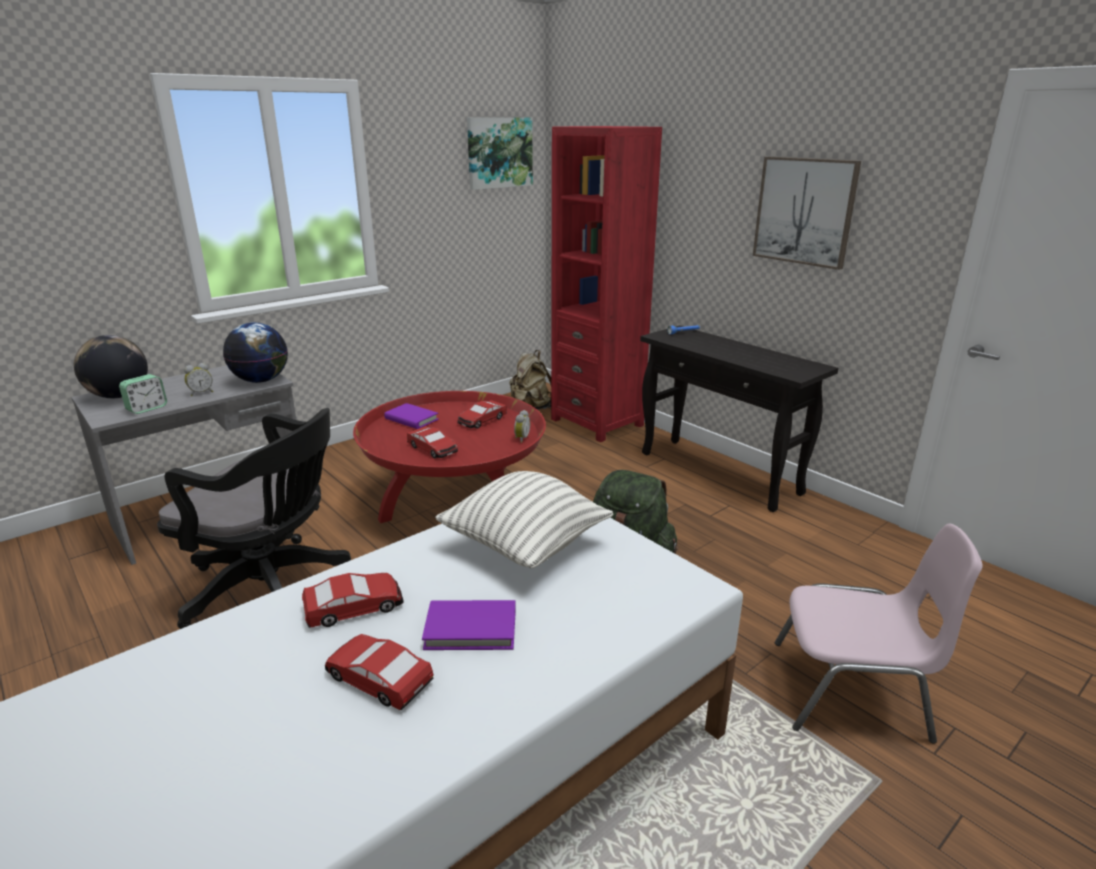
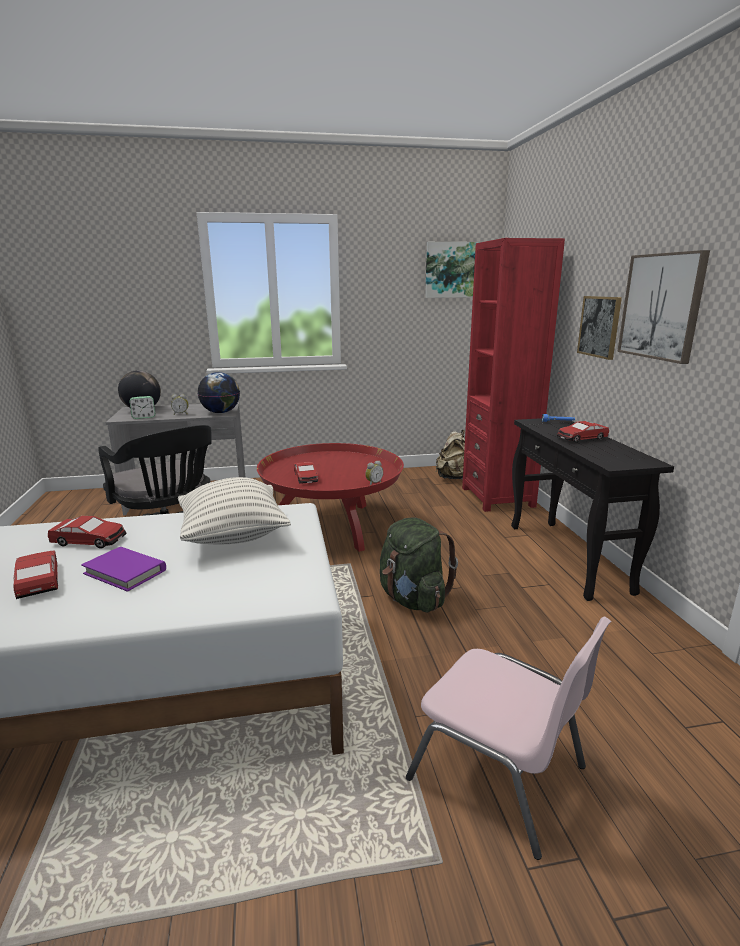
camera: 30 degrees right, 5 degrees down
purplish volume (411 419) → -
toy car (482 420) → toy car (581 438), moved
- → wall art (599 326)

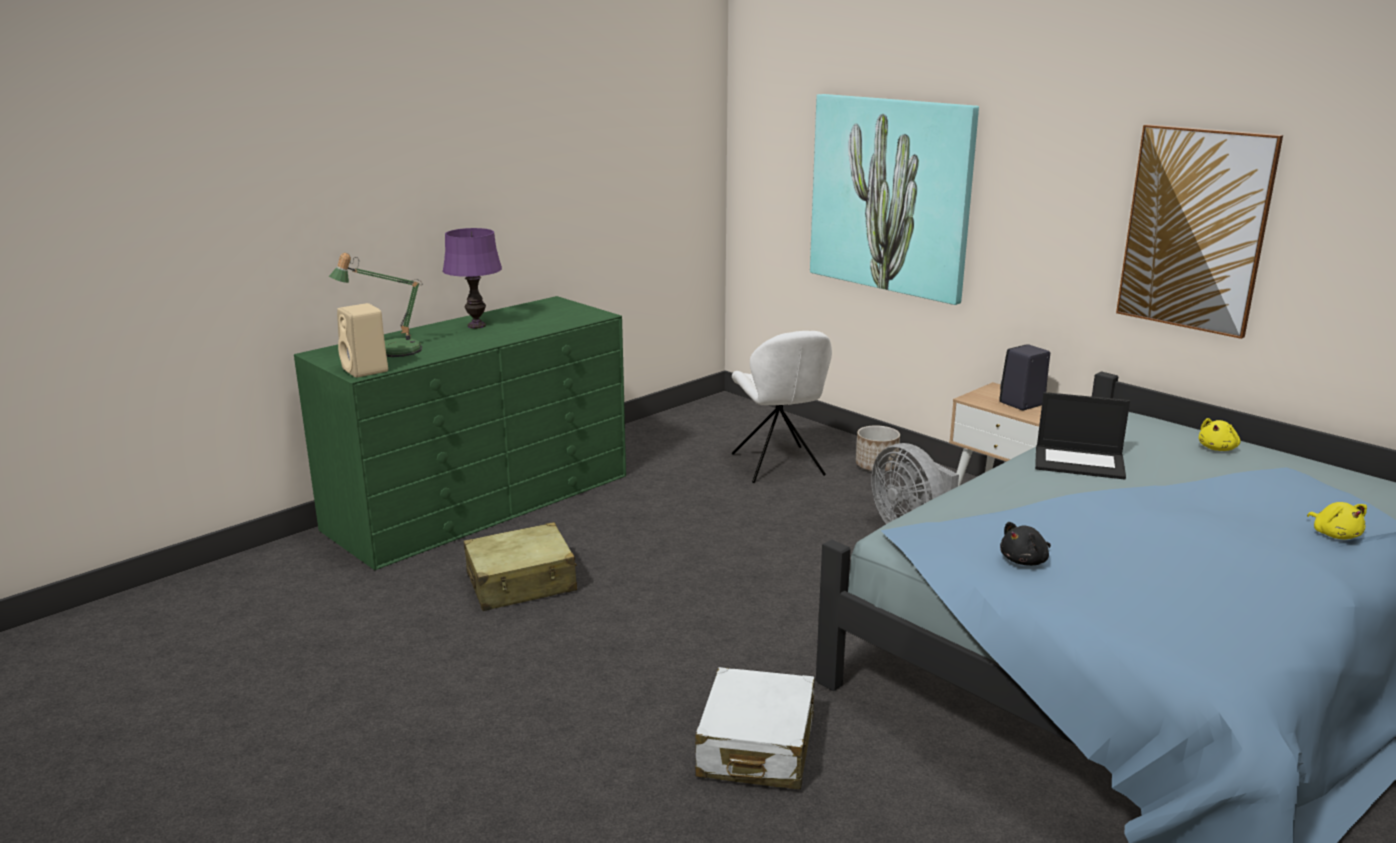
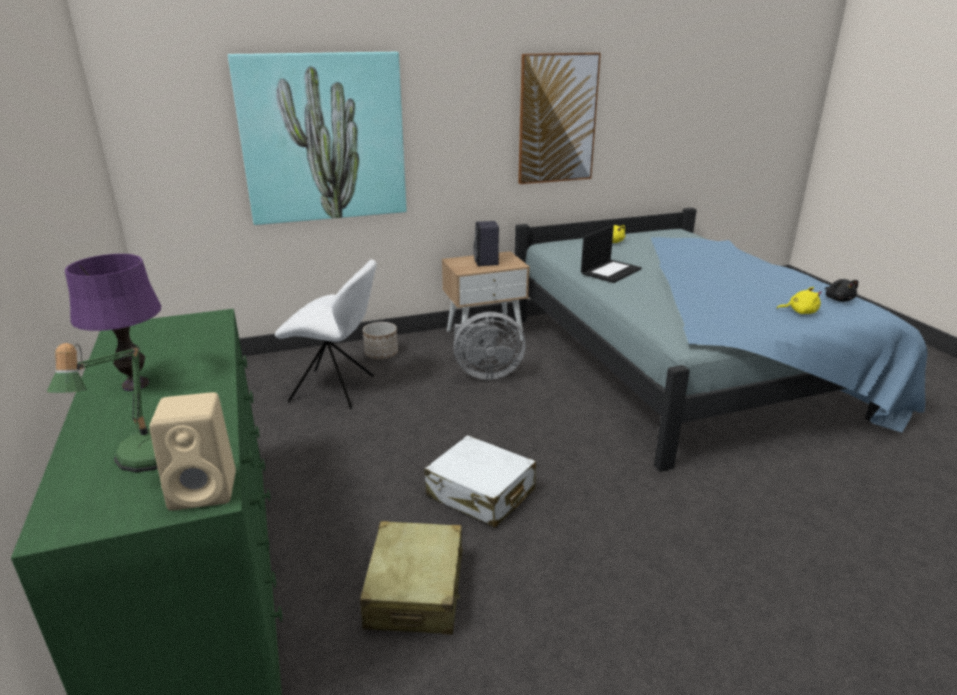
camera: 65 degrees left, 5 degrees up
whitish piece of luggage (756 747) → whitish piece of luggage (481 494), moved
black soft toy (1025 561) → black soft toy (838 299), moved
yellow soft toy (1334 535) → yellow soft toy (800 312), moved

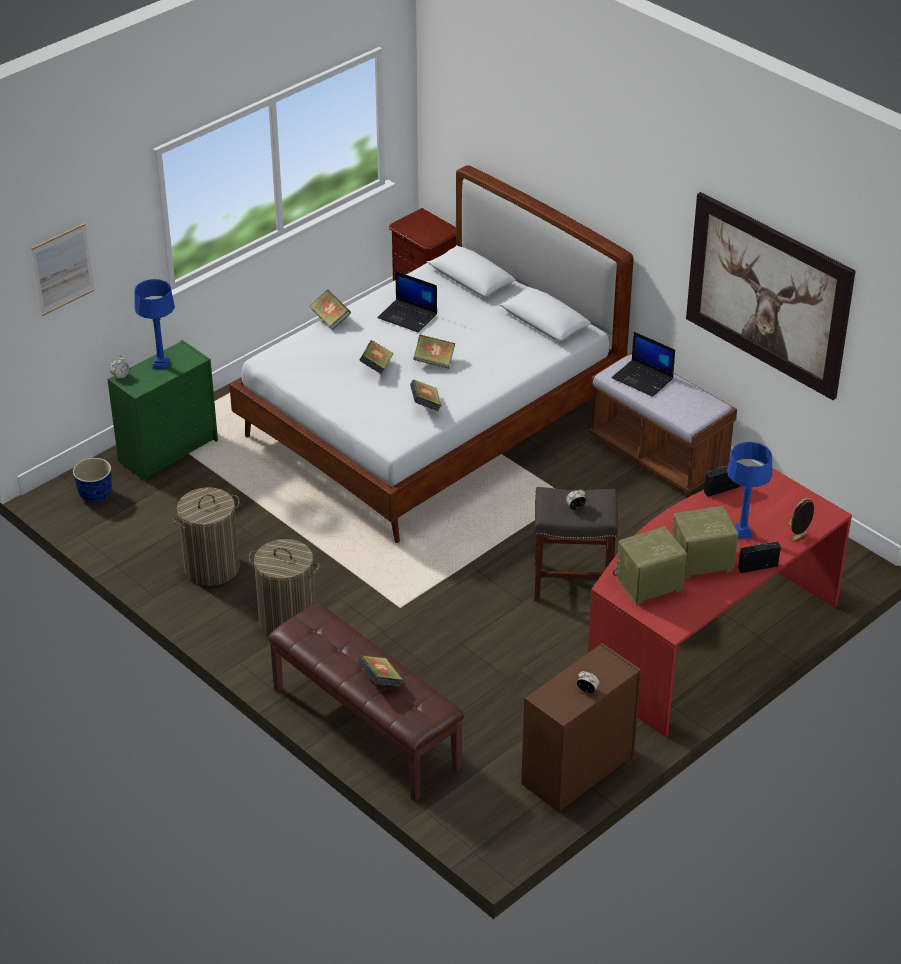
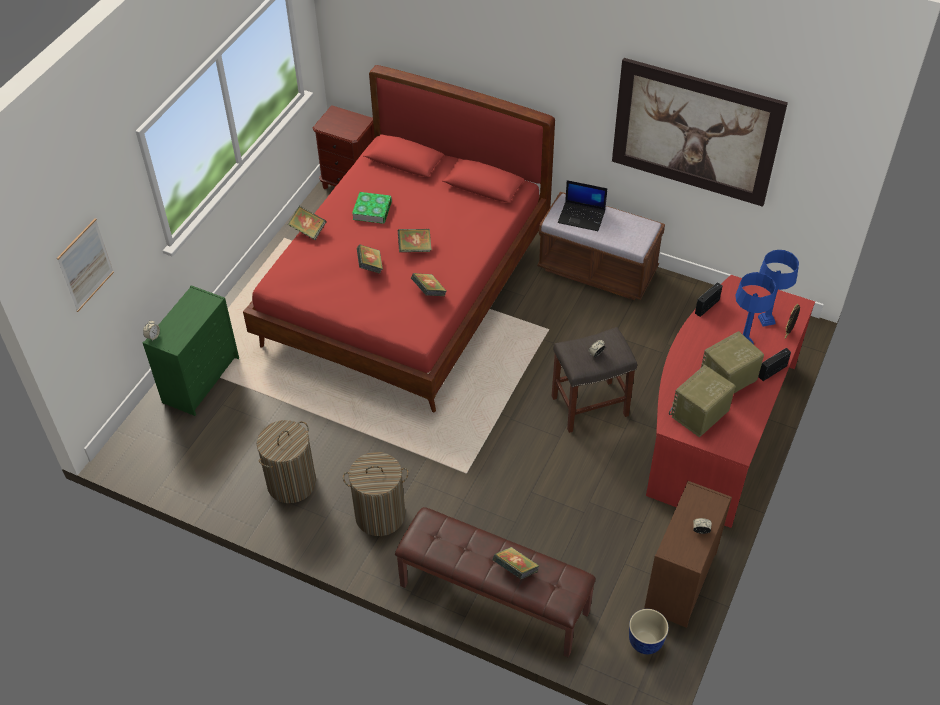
camera: 20 degrees left, 10 degrees up
flower pot (95 495) → flower pot (645 642), moved
bluish table lamp (161 364) → bluish table lamp (766 320), moved
whitish sleeping bed (431 422) → red-coloured sleeping bed (407 290)
notebook computer (408 316) → volume (372 210)

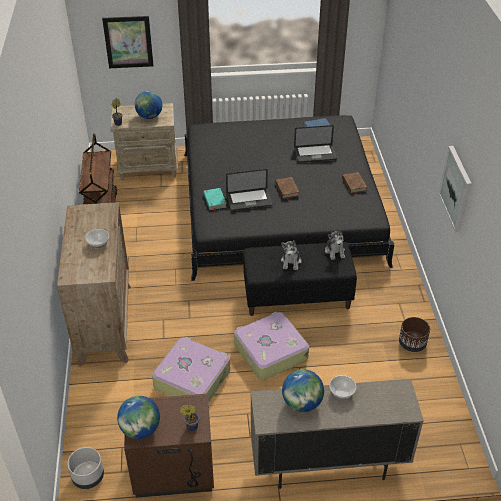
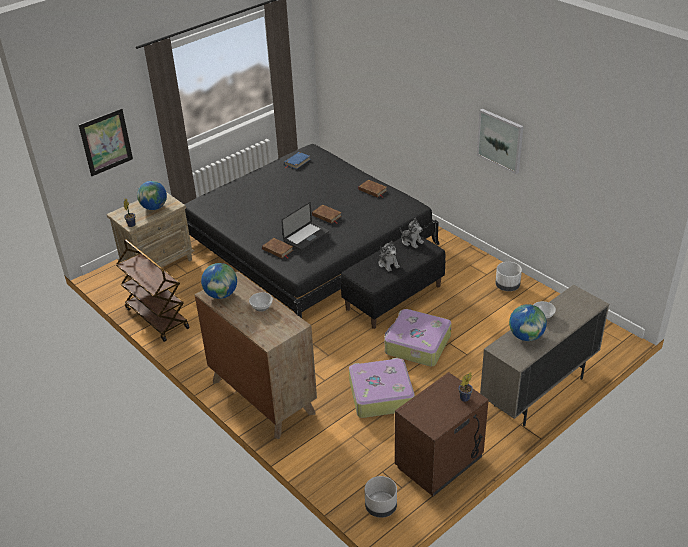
camera: 35 degrees left, 5 degrees down
desk globe (140 429) → desk globe (221 294), moved
turquoise volume (214 201) → brown-coloured volume (277 250)
notebook computer (315 154) → -
brown-coloured flower pot (412 344) → whitish flower pot (507 286)

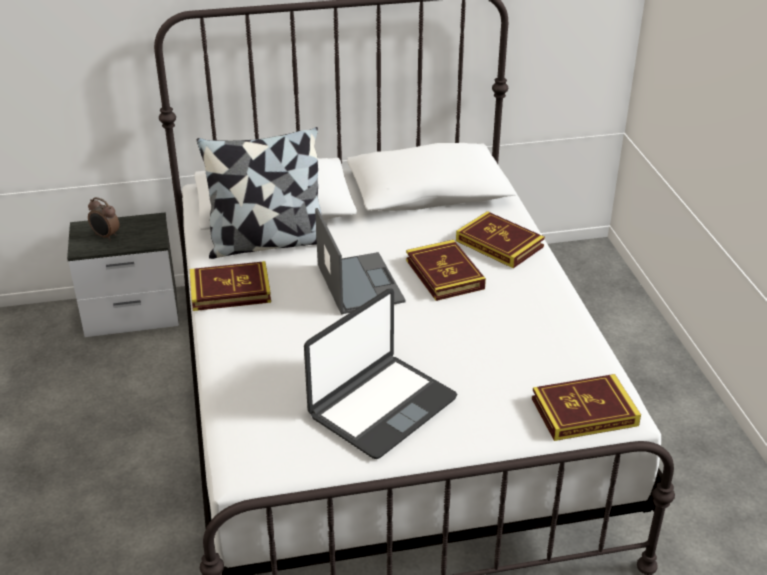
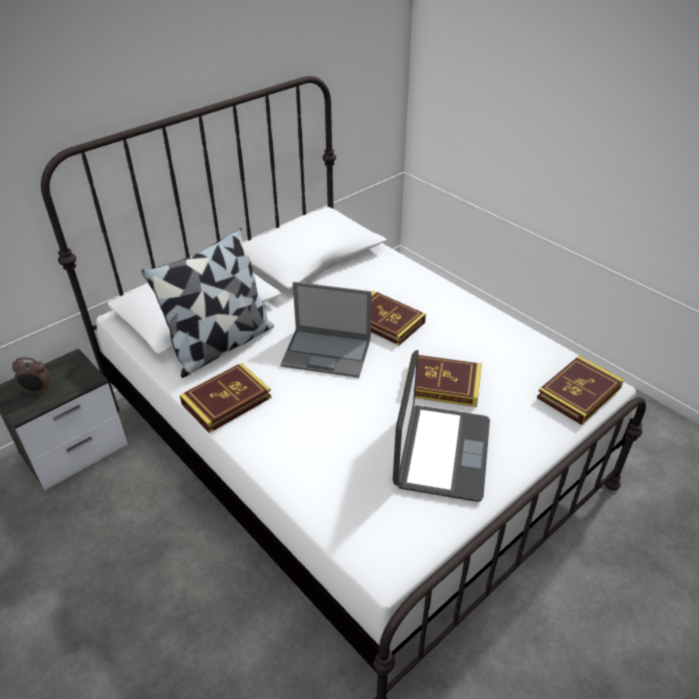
camera: 30 degrees left, 5 degrees up
notebook computer (359 282) → notebook computer (327 352), 150 degrees clockwise
volume (499 244) → volume (442 384), moved

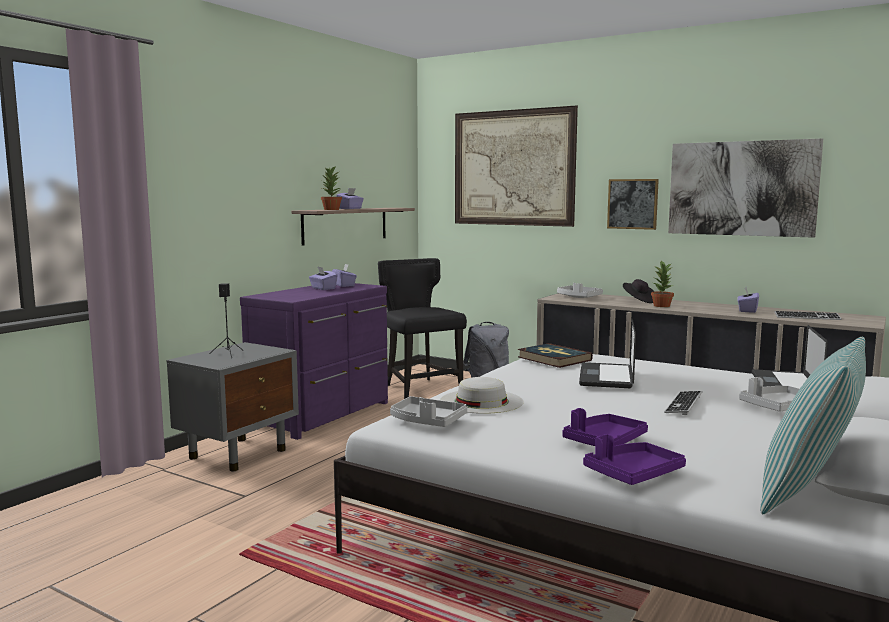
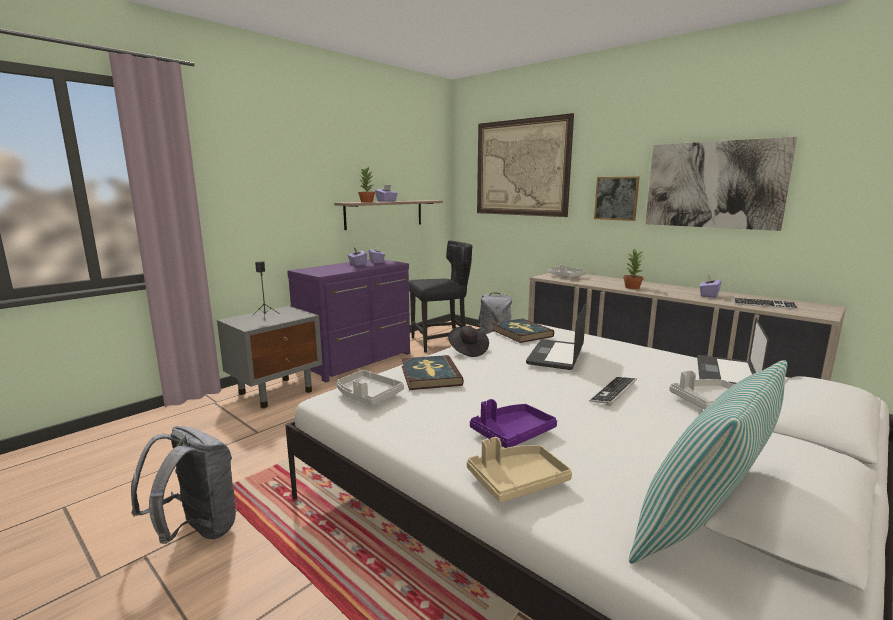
camera: 10 degrees right, 5 degrees up
black upright chair (420 389) → black upright chair (441 342), 90 degrees clockwise
whitish wearable hat (481 401) → volume (430 375)
purplish serving tray (633 474) → beige serving tray (516 481)
black wearable hat (638 301) → black wearable hat (467 350), moved
- → greyish rucksack (196 531)

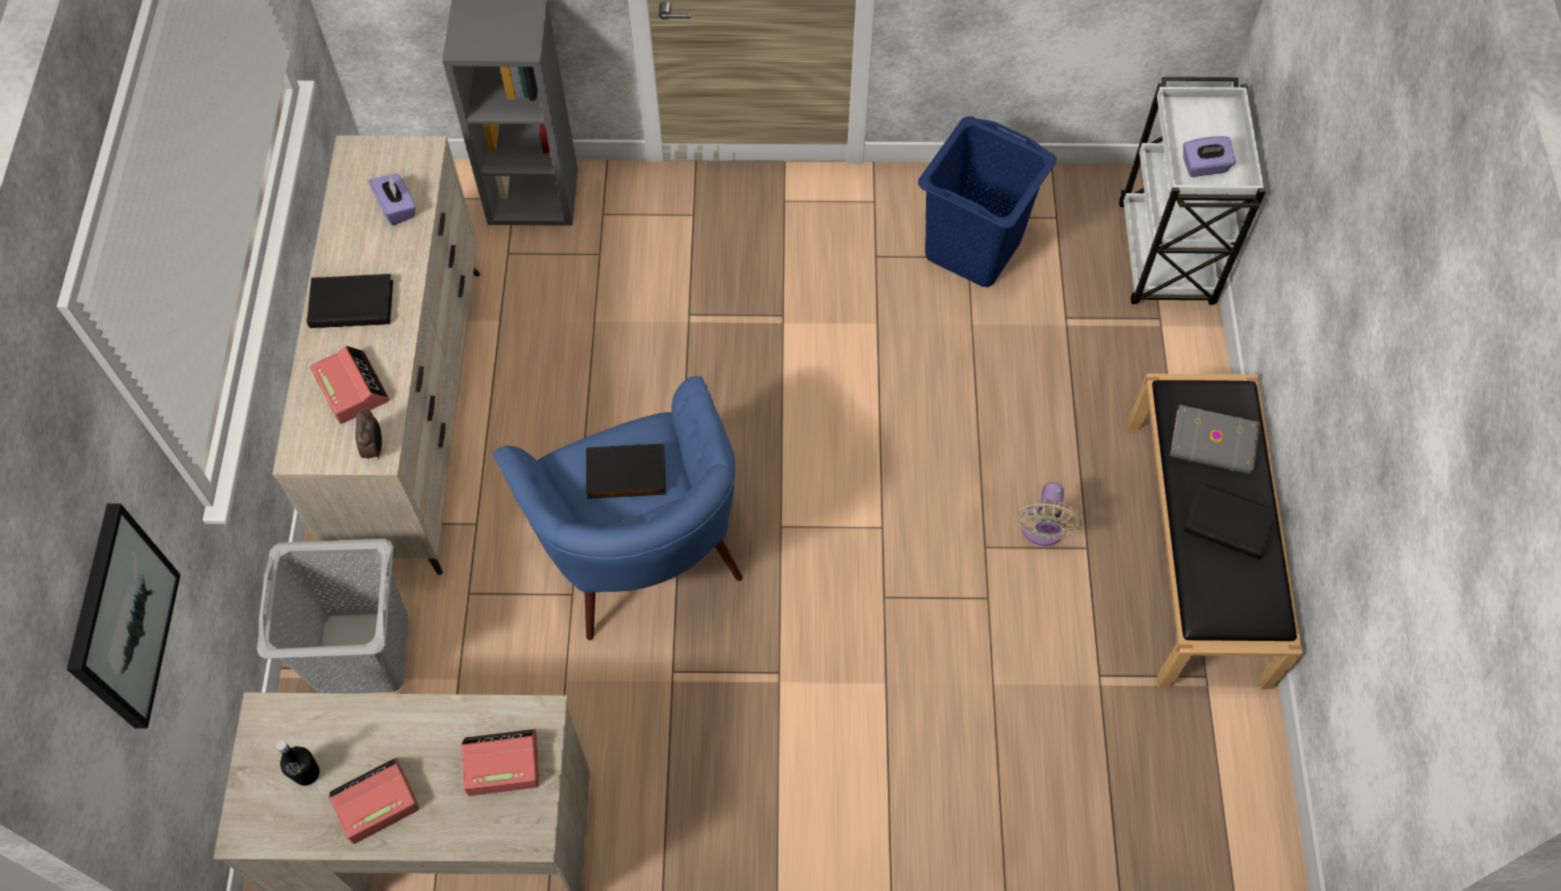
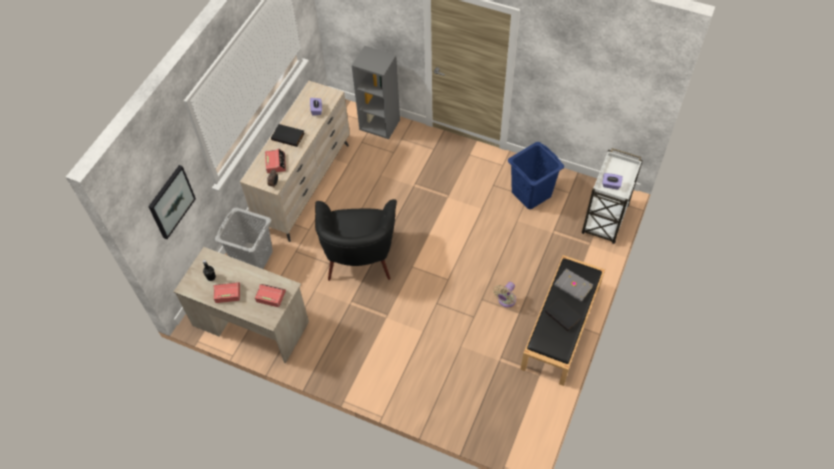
camera: 25 degrees right, 5 degrees down
bluish easy chair (639 546) → black easy chair (359 256)
black volume (625 475) → -

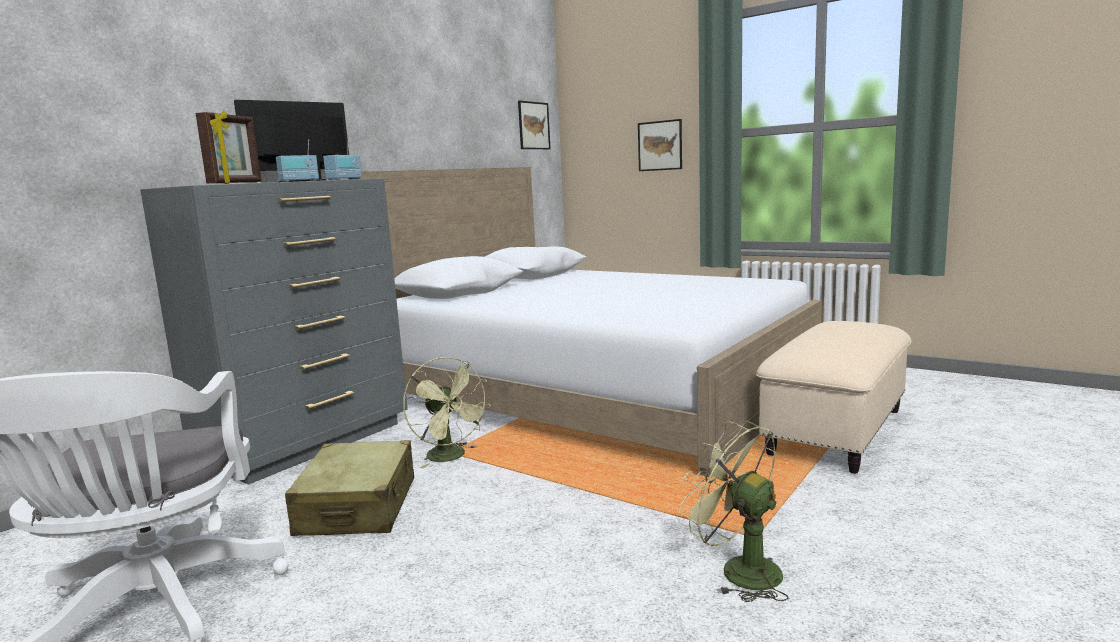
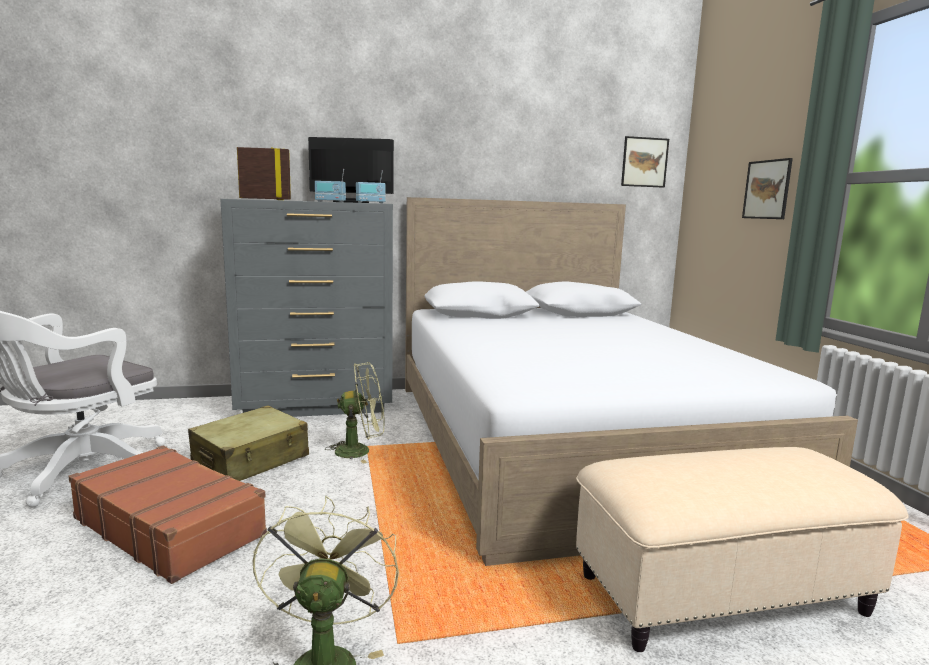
camera: 40 degrees right, 0 degrees up
picture frame (236 183) → picture frame (265 199), 150 degrees counterclockwise
greenish electric fan (451 457) → greenish electric fan (360 451), 105 degrees counterclockwise
- → brown-coloured piece of luggage (170 526)

